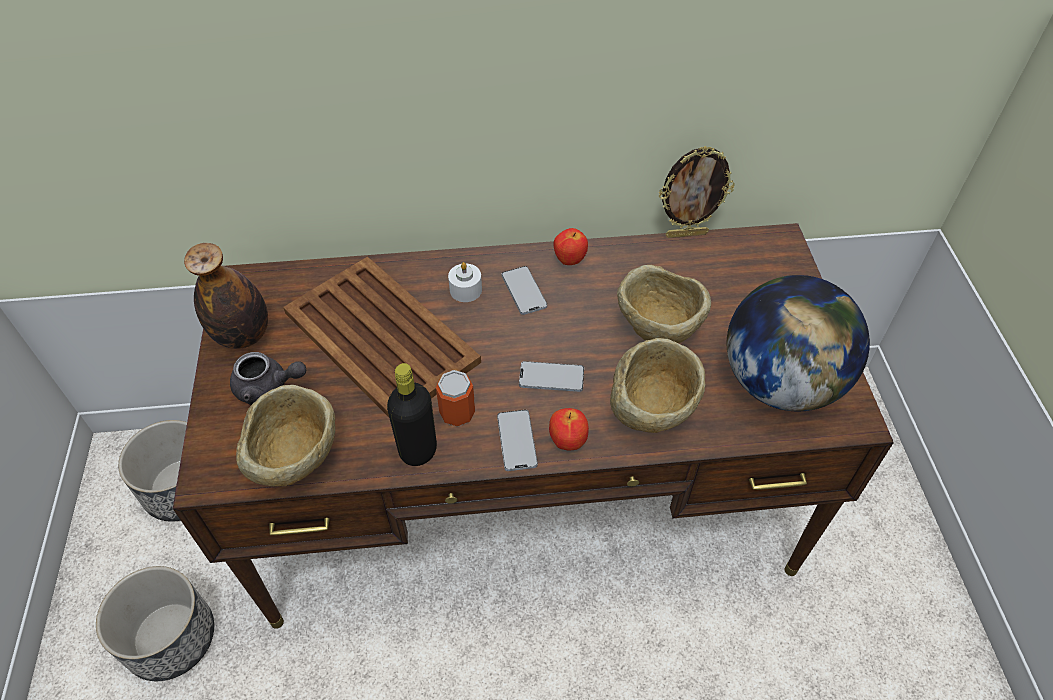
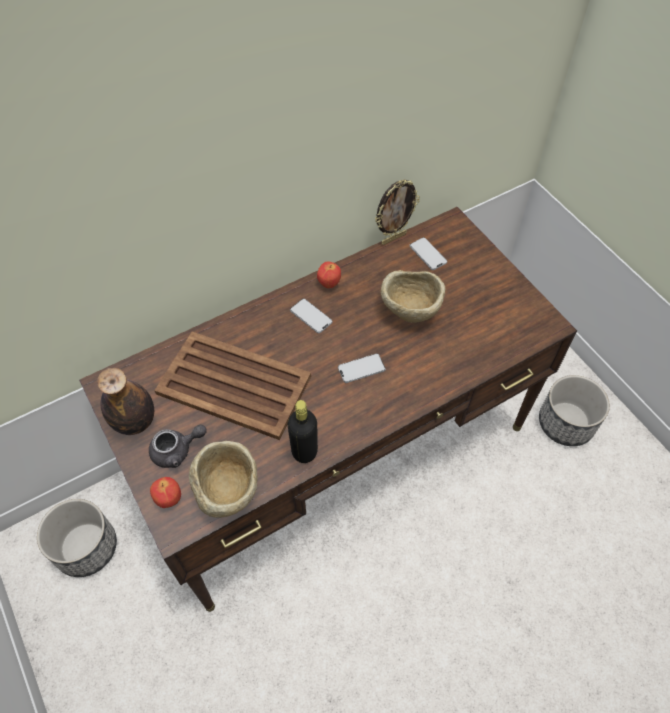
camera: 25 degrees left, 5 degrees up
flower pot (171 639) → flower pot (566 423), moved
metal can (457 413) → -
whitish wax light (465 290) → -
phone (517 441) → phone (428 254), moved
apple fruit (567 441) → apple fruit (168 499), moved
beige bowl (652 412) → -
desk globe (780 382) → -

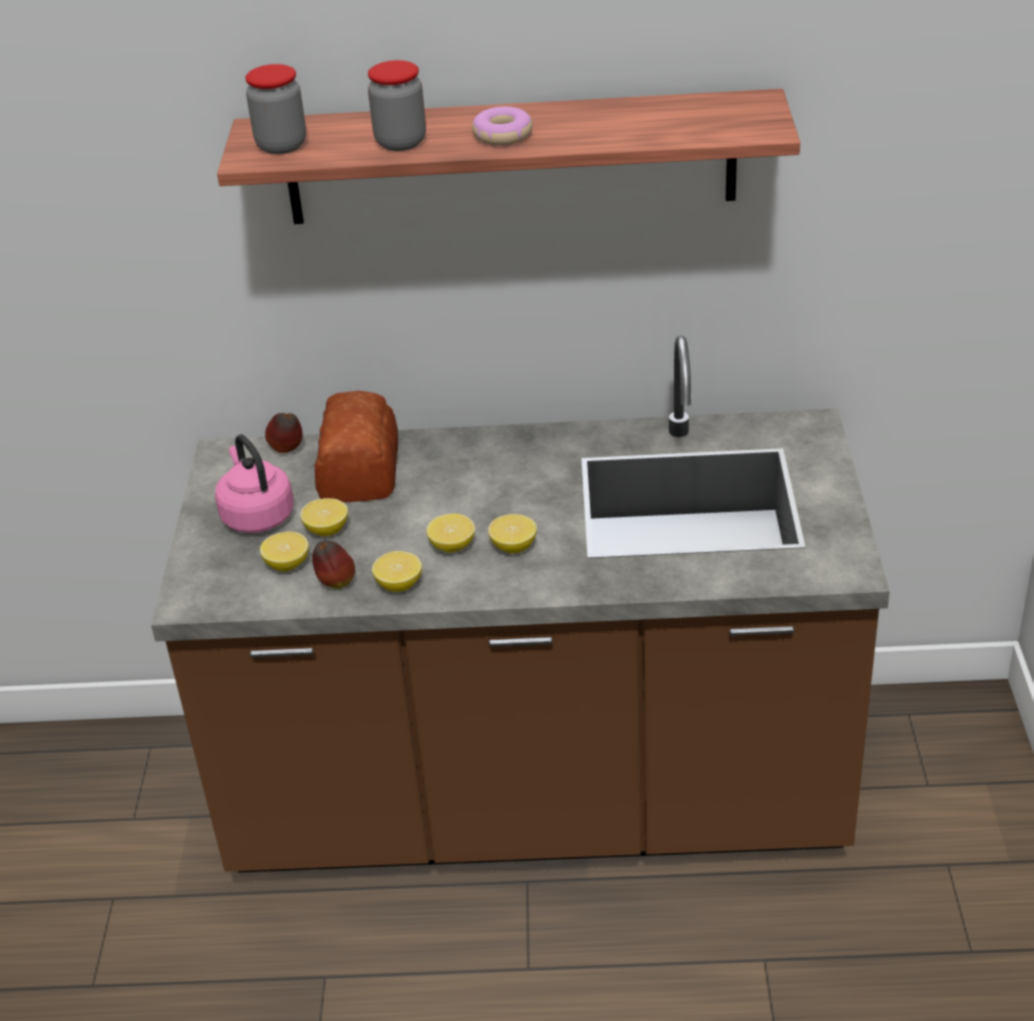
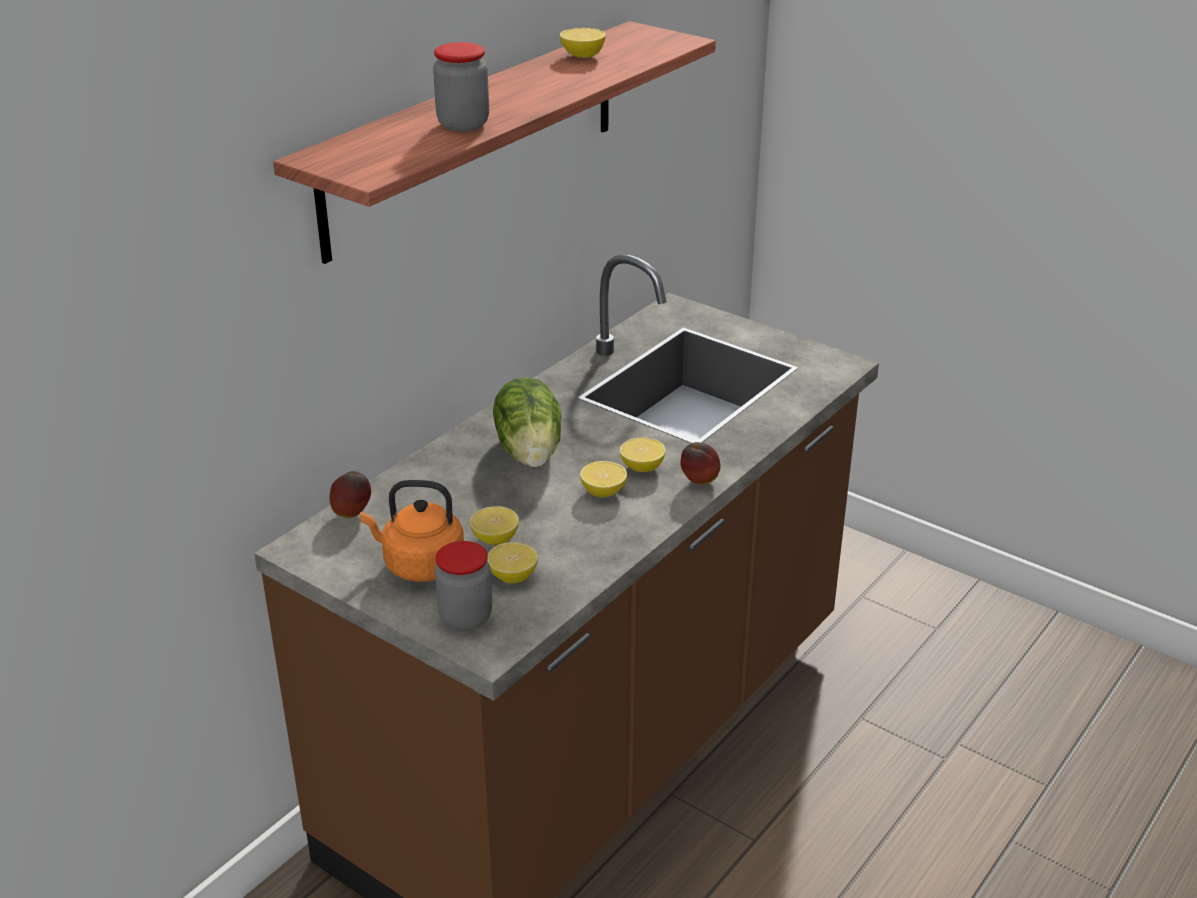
camera: 55 degrees left, 5 degrees down
pink water kettle (256 515) → orangey water kettle (419 565)
jar (281 145) → jar (465 617), moved
apple fruit (335 583) → apple fruit (699 482), moved
bakery bread (357 471) → -
whole lemon (399 584) → whole lemon (582 56), moved
donut (502 135) → -
- → lettuce head (531 451)

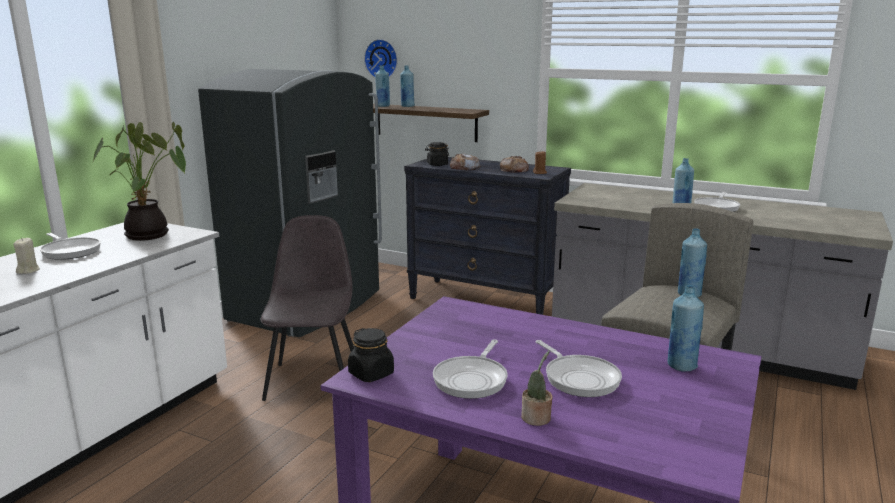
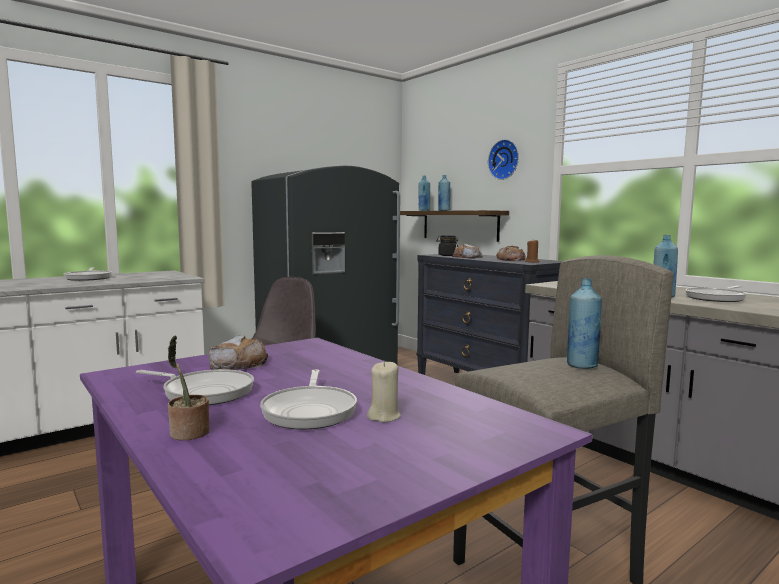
camera: 25 degrees right, 10 degrees down
beige wax light (28 271) → beige wax light (384 416), moved
houseplant (151 235) → -
black jar (371 374) → -
wall clock (382 59) → wall clock (505 159), moved
frying pan (472 379) → frying pan (204 392), 120 degrees counterclockwise
bluish drink bottle (681 366) → -
- → bakery bread (238 364)

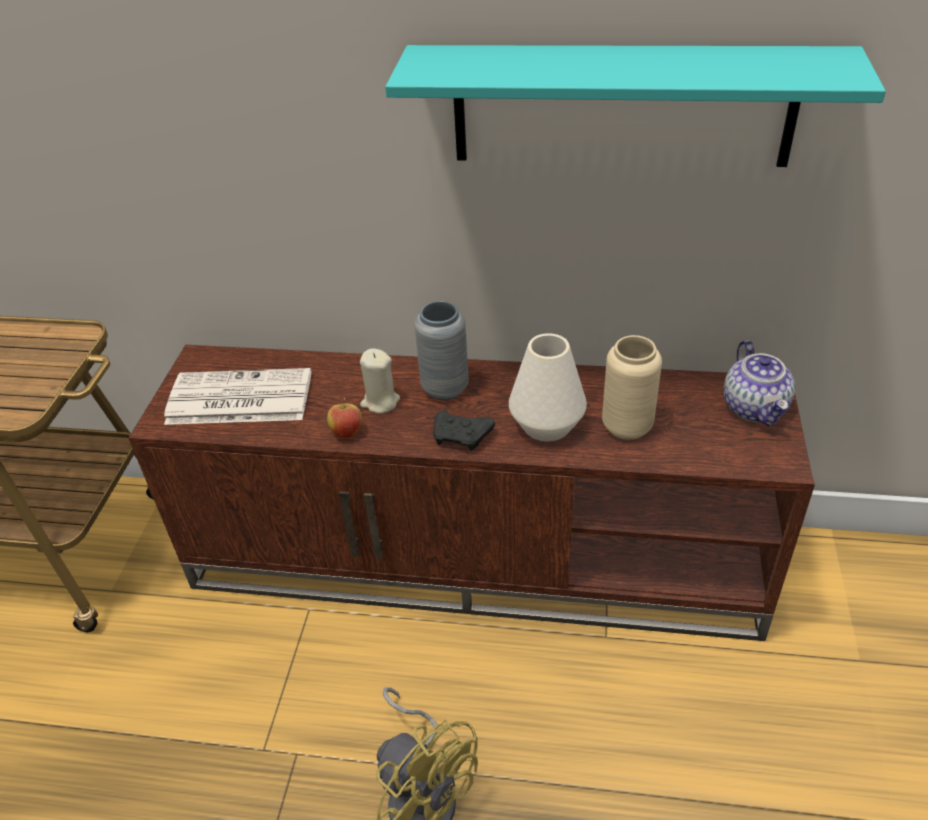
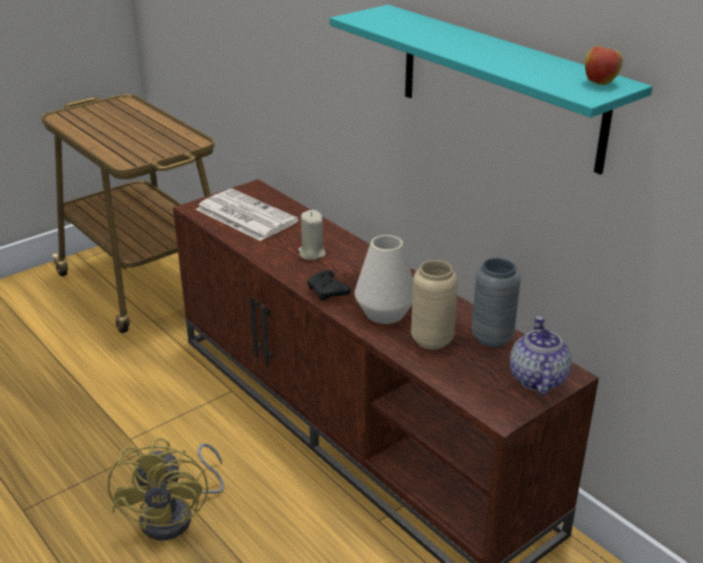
camera: 40 degrees right, 10 degrees down
apple fruit (347 433) → apple fruit (600 83), moved
greyish flower vase (445 388) → greyish flower vase (492 338), moved
teapot (755 408) → teapot (536 378), 150 degrees clockwise

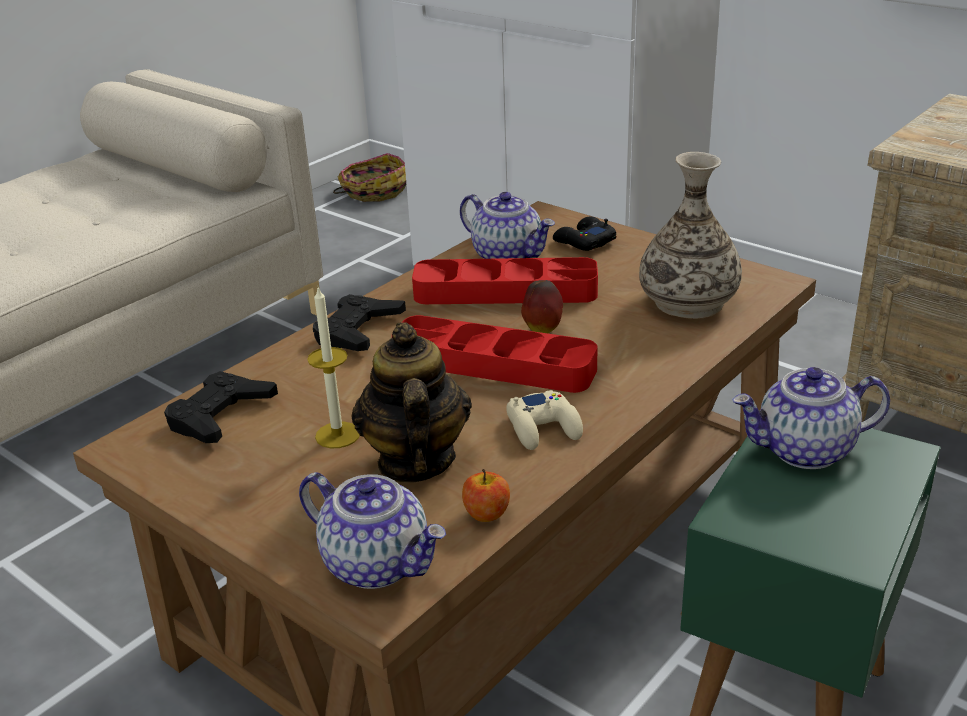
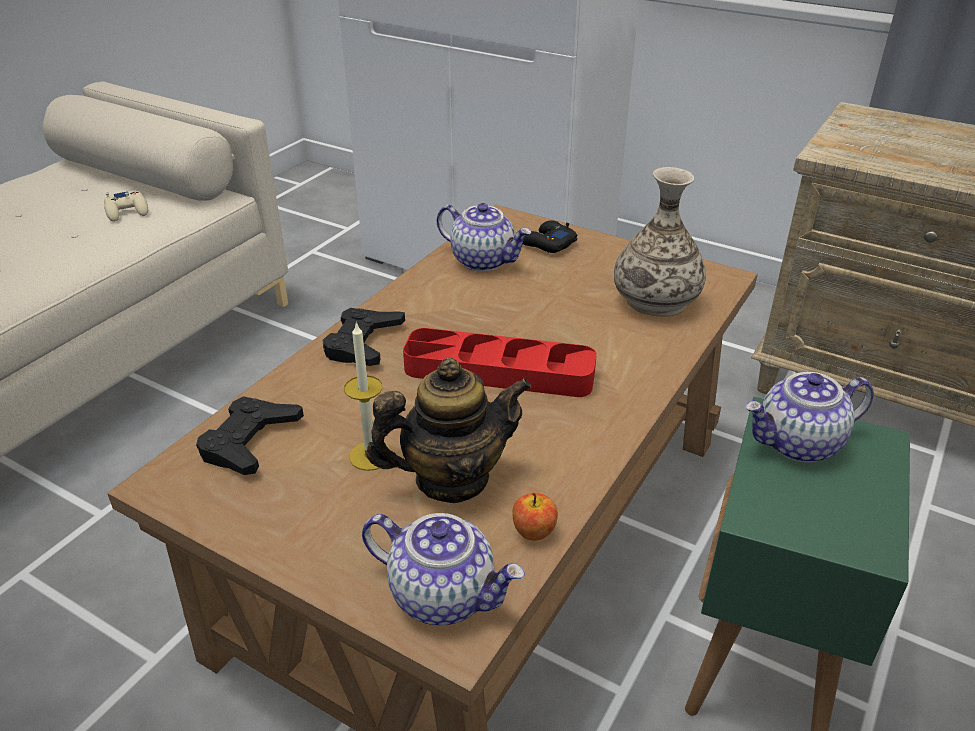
camera: 10 degrees left, 5 degrees up
basket (373 191) → -
teapot (415 461) → teapot (451 478), 90 degrees clockwise
red-coloured serving tray (505 291) → -
beige game controller (544 428) → beige game controller (127 211), moved
apple fruit (542 330) → -

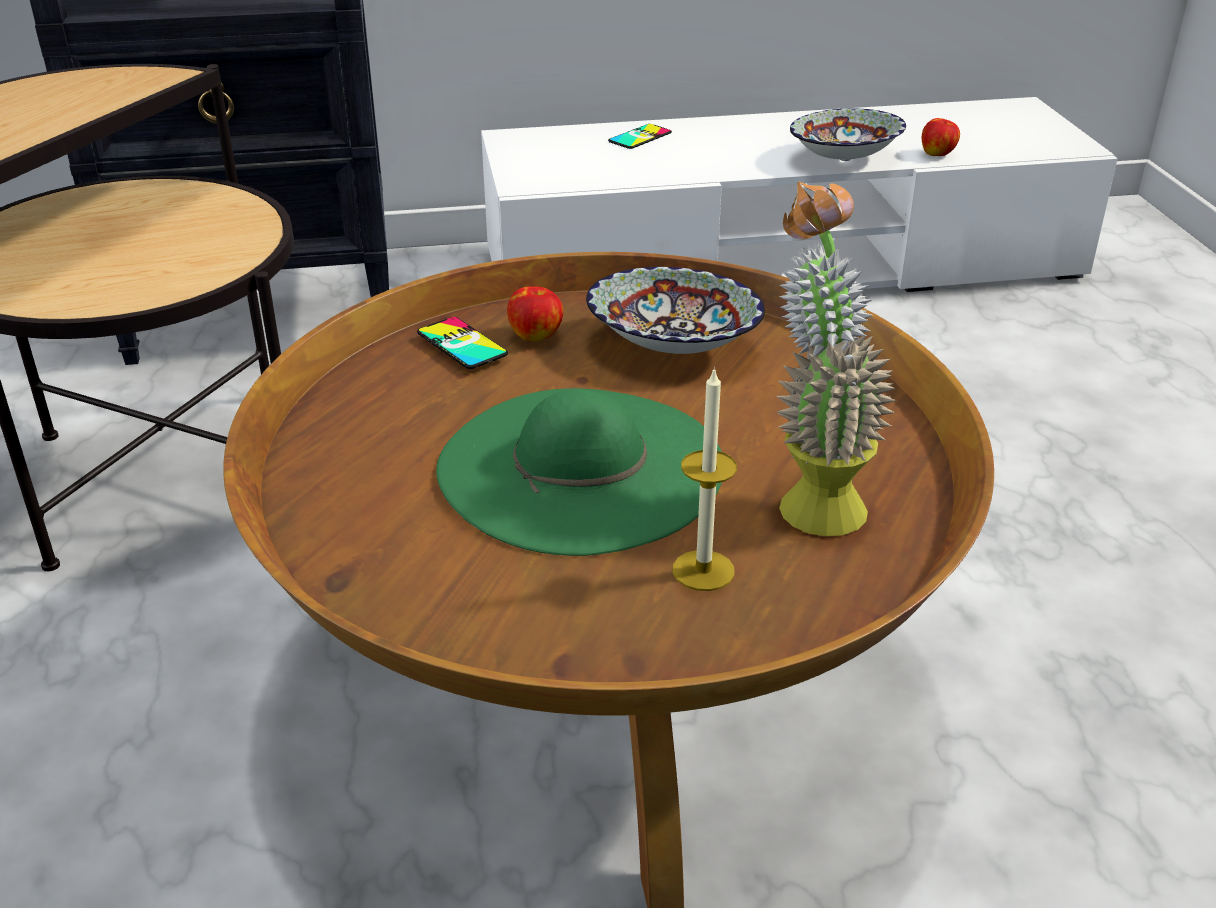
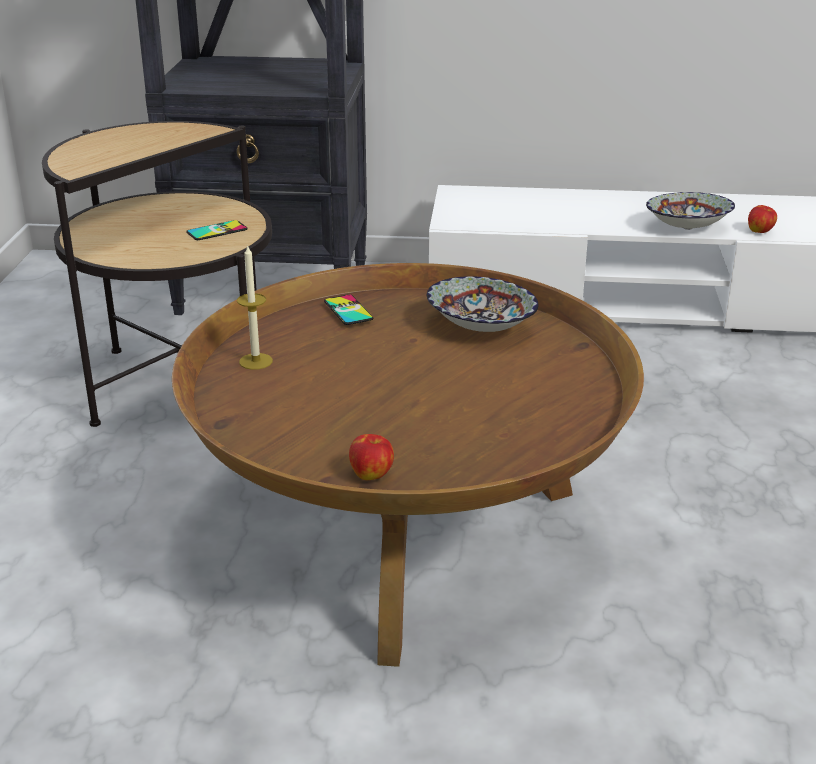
camera: 15 degrees right, 5 degrees down
greenish wearable hat (580 467) → -
apple fruit (536 336) → apple fruit (372 474), moved
phone (640 137) → phone (217 231), moved
wax light (703 570) → wax light (256 361), moved
houseplant (811 497) → -

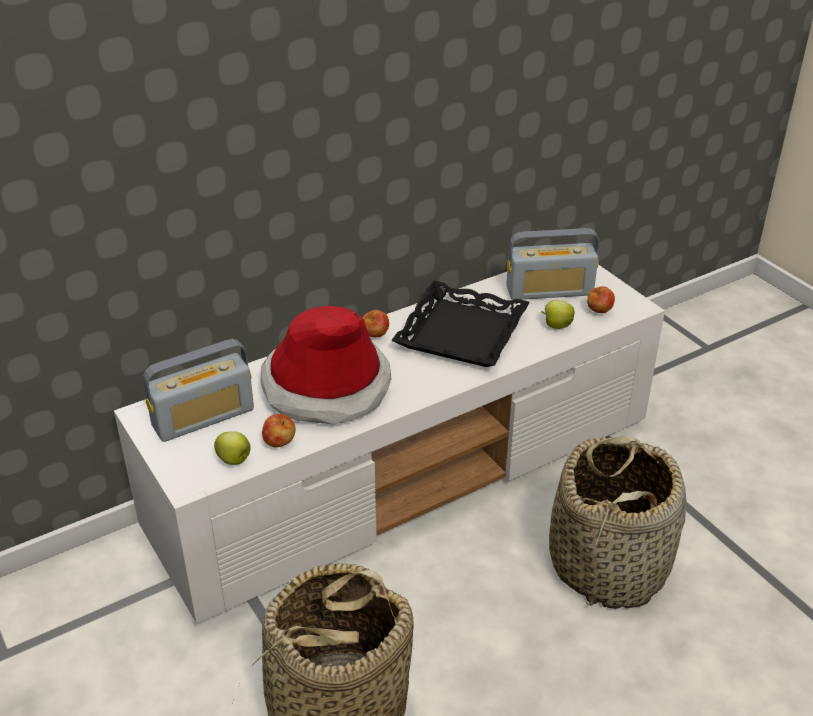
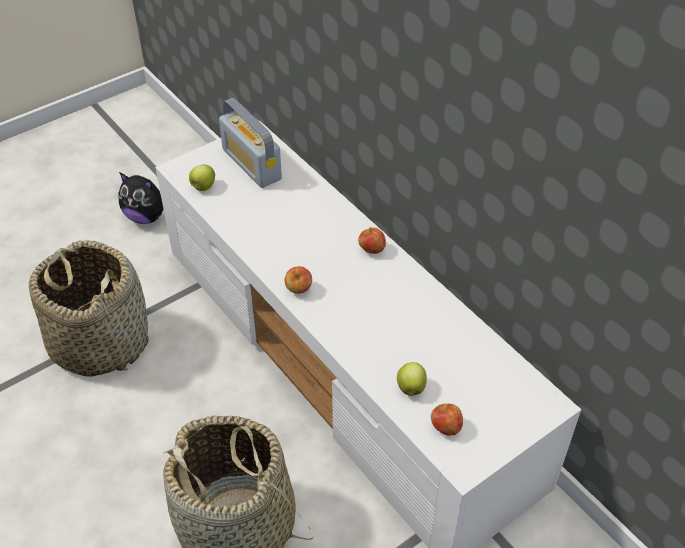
camera: 85 degrees right, 10 degrees up
wearable hat (326 387) → -
apple fruit (279 443) → apple fruit (298 289), moved
black serving tray (462 333) → -
radio (549 291) → -
- → soft toy (146 217)

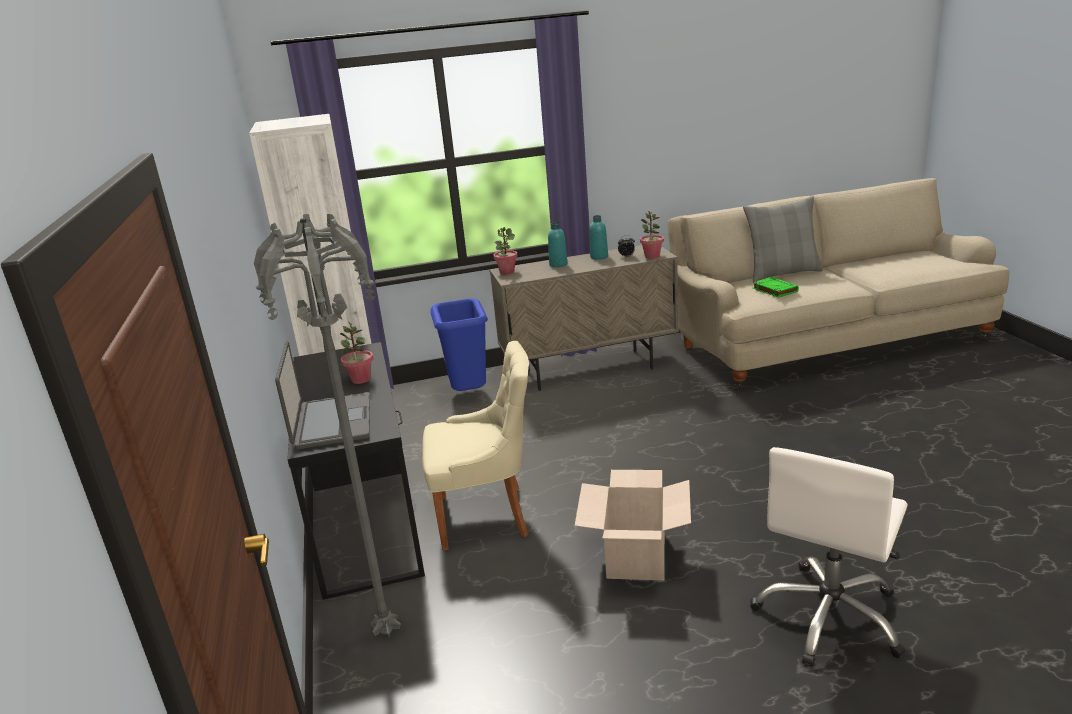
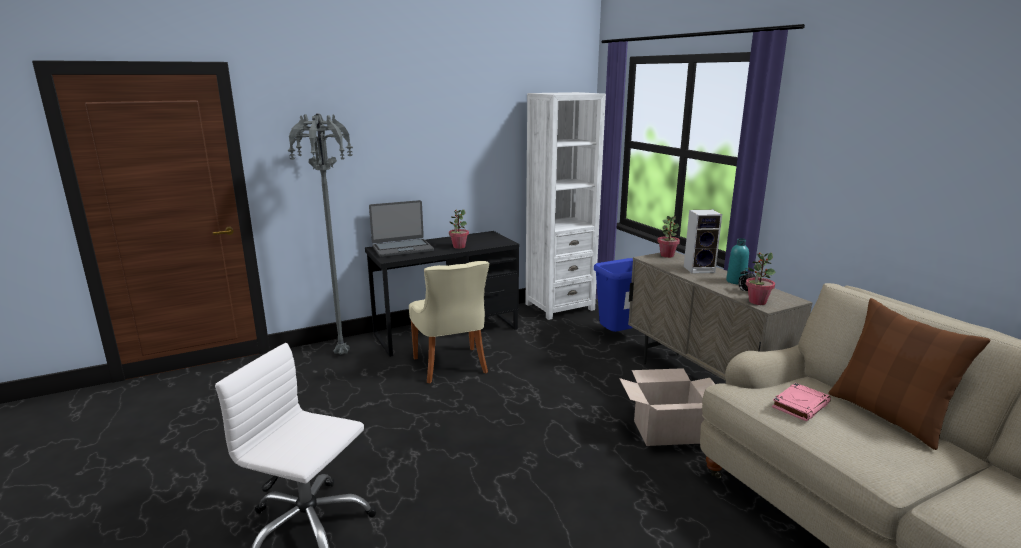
camera: 75 degrees right, 5 degrees down
turquoise drink bottle (558 264) → speaker (700 269)
cardboard box (637 556) → cardboard box (666 432), moved
greyish pillow (782 273) → brown-coloured pillow (888 416)
greenish volume (774 290) → pink volume (800 405)

